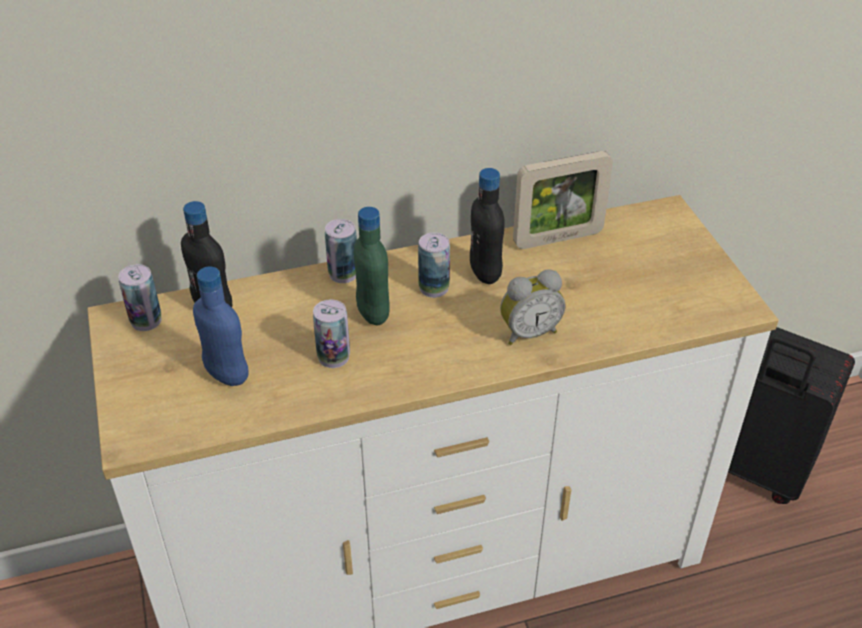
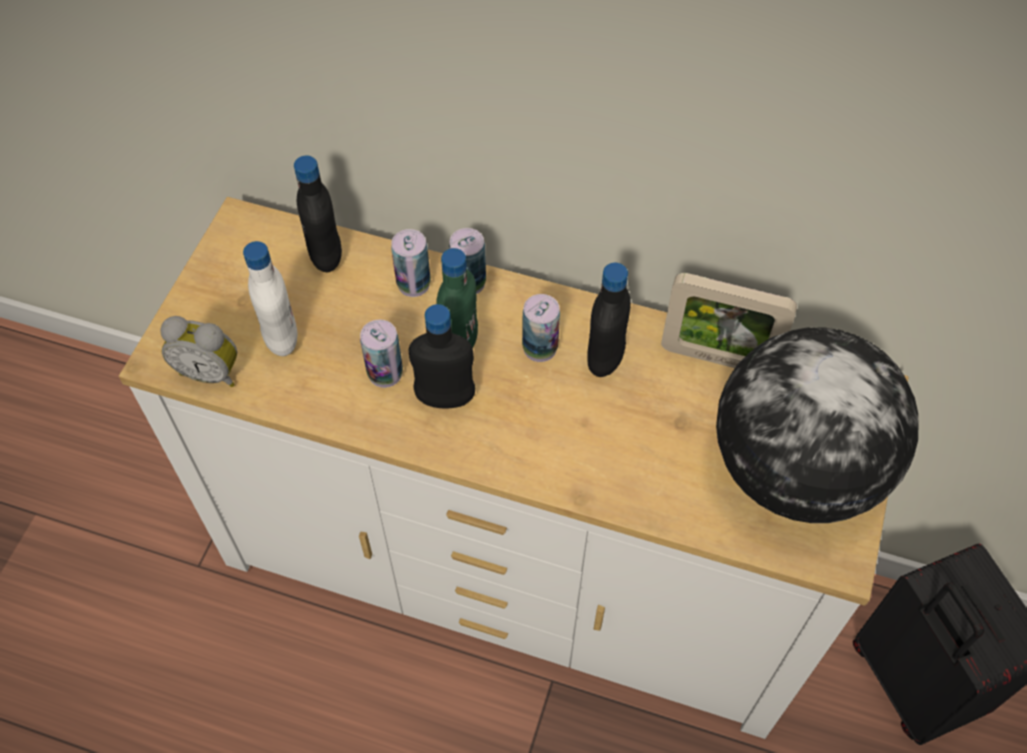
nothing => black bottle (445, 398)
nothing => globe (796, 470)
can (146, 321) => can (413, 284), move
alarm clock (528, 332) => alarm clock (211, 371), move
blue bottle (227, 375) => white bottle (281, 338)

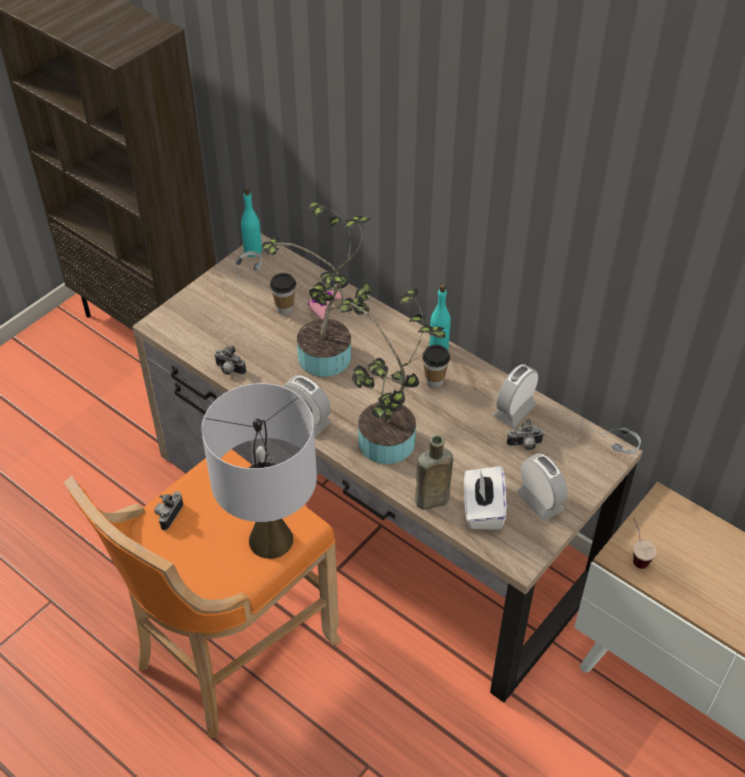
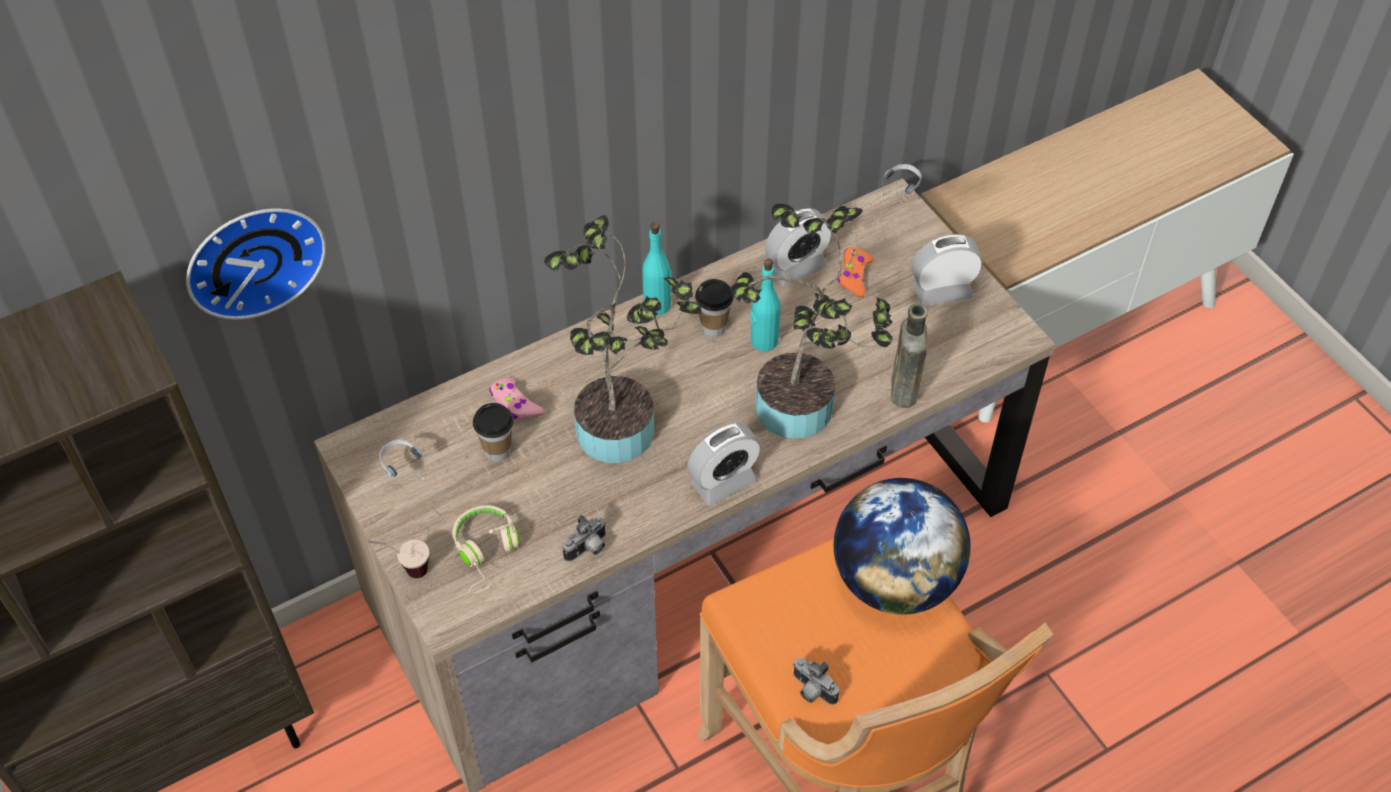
white tissue box (482, 510) => nothing
nothing => wall clock (252, 256)
nothing => beige headphones (486, 552)
turquoise bottle (252, 251) => turquoise bottle (763, 341), move
cup (636, 555) => cup (404, 569), move
grey table lamp (271, 540) => globe (895, 580)
photo camera (524, 445) => orange game controller (854, 276)
alarm clock (514, 410) => alarm clock (796, 267), 90 degrees counterclockwise

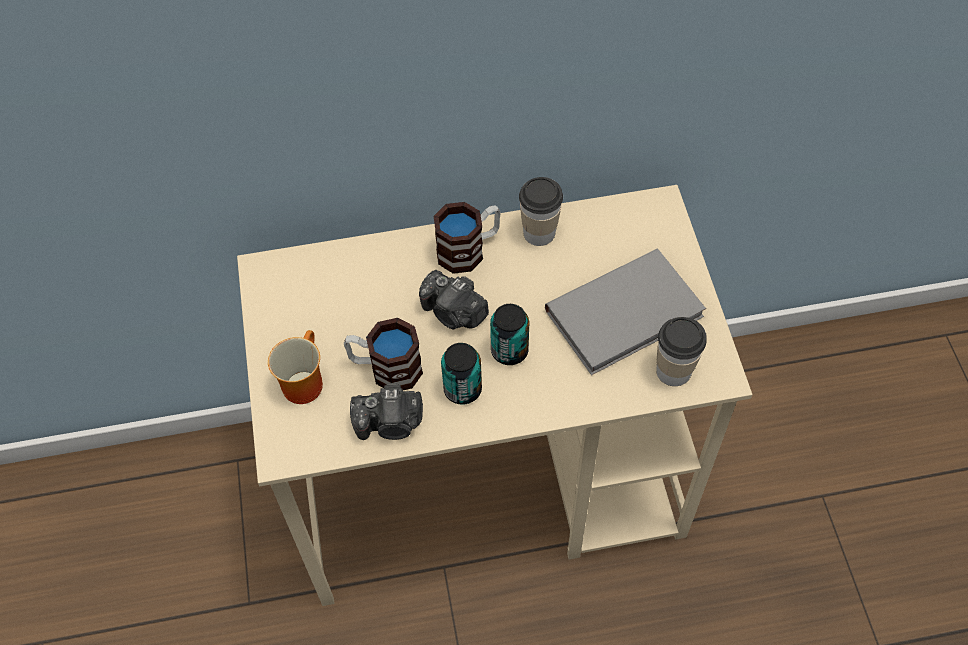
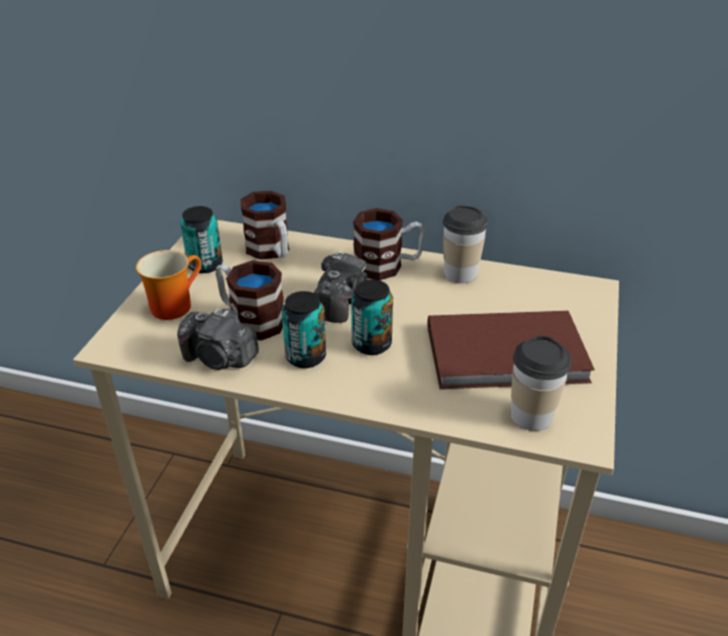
nothing => can (205, 265)
nothing => mug (271, 252)
grey book (627, 315) => brown book (508, 356)
photo camera (454, 313) => photo camera (341, 302), 135 degrees counterclockwise

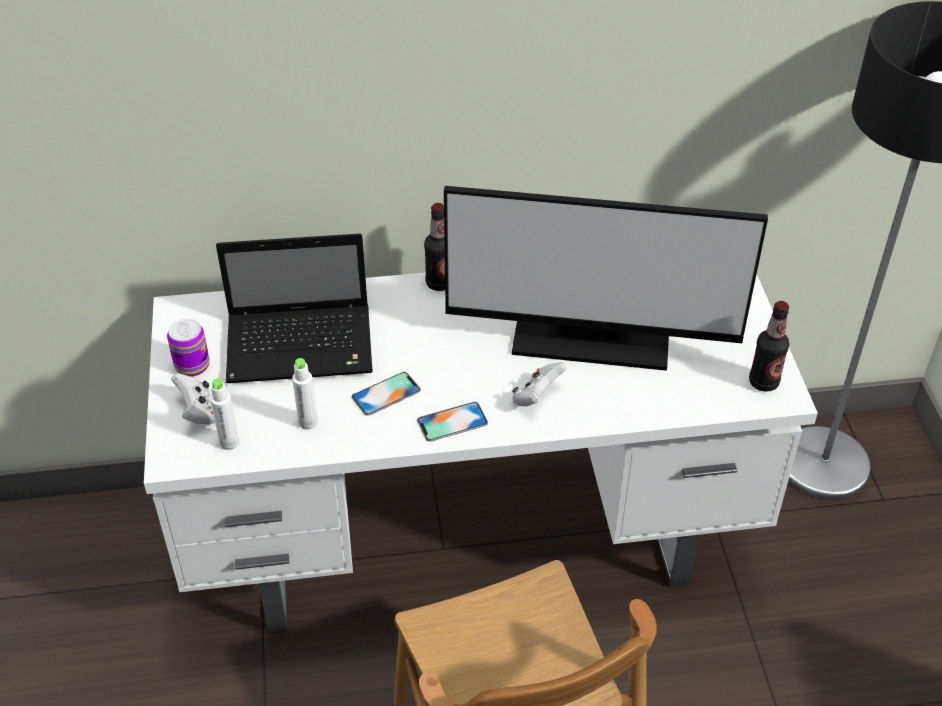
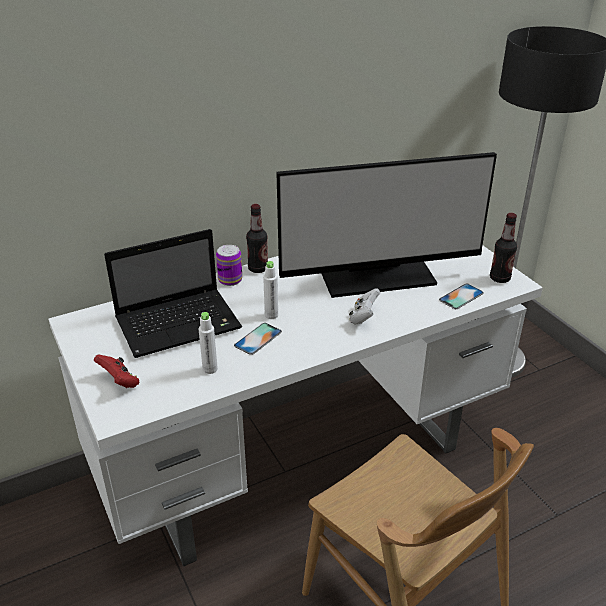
can (192, 365) => can (230, 280), move
white bottle (229, 442) => white bottle (271, 315), move
phone (452, 422) => phone (461, 296), move
white game controller (198, 412) => red game controller (120, 382)

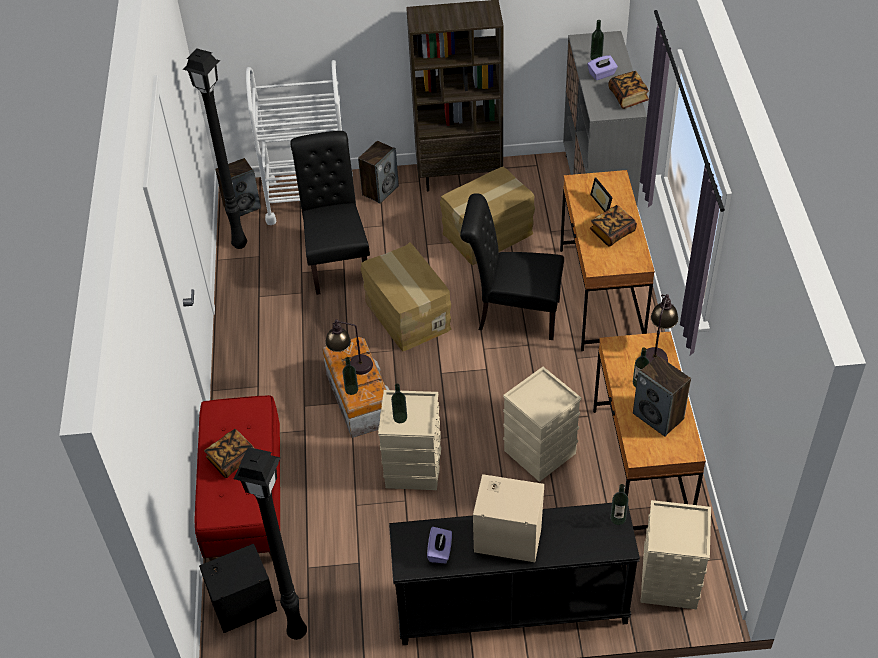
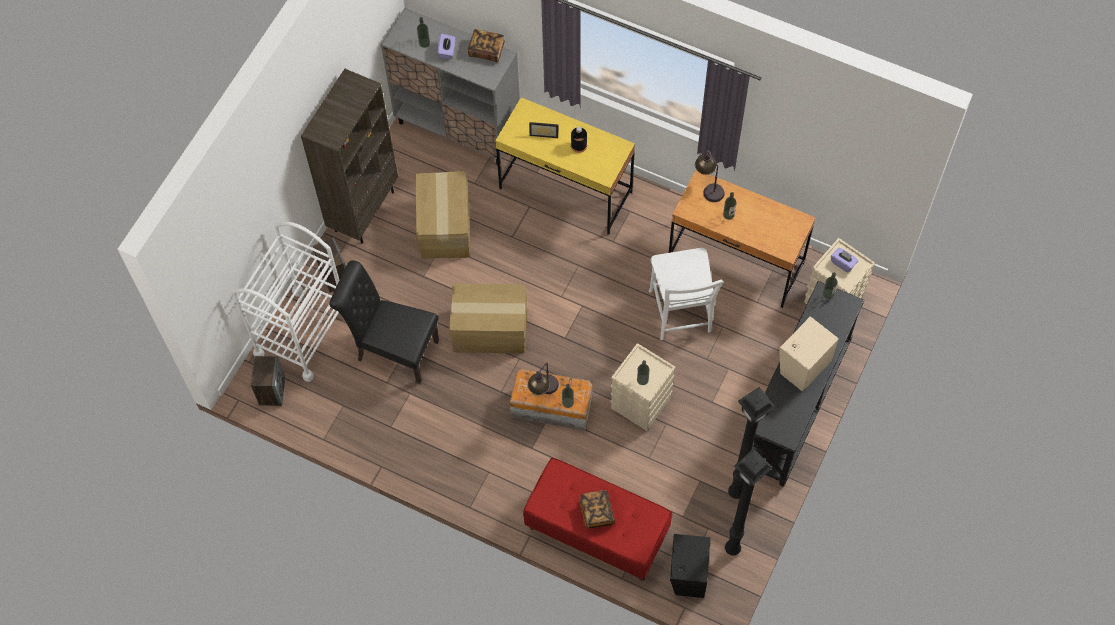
black chair (513, 314) => nothing
speaker (658, 416) => nothing
black floor lamp (239, 243) => black floor lamp (734, 492), move
purple tissue box (440, 551) => purple tissue box (843, 263), move
beige storage box (539, 452) => white chair (680, 315)
book (612, 232) => black bottle (579, 145)
brown desk (600, 296) => yellow desk (566, 190)

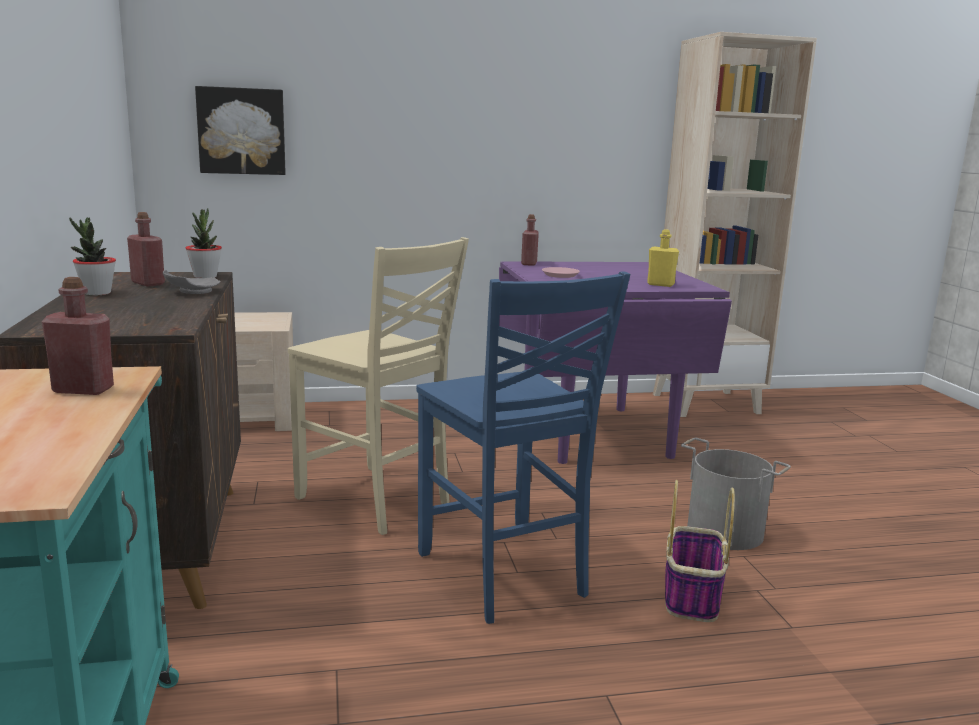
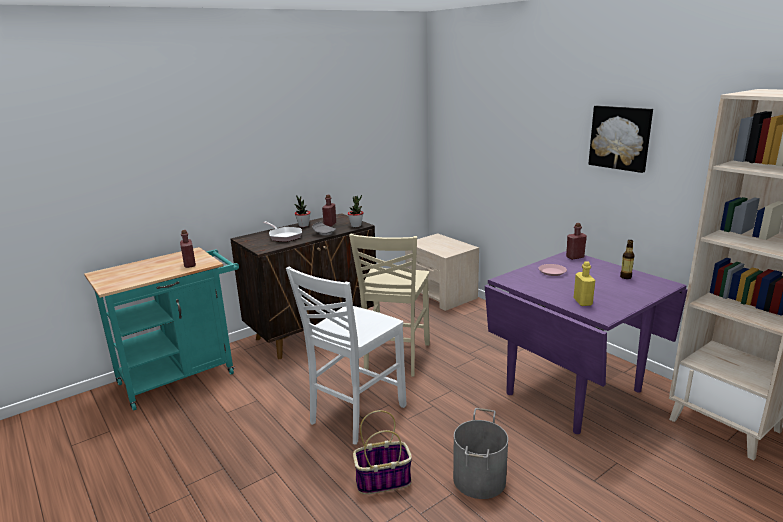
nothing => frying pan (284, 236)
nothing => bottle (625, 277)
picture (242, 131) => picture (620, 137), move
blue chair (504, 575) => white chair (355, 414)

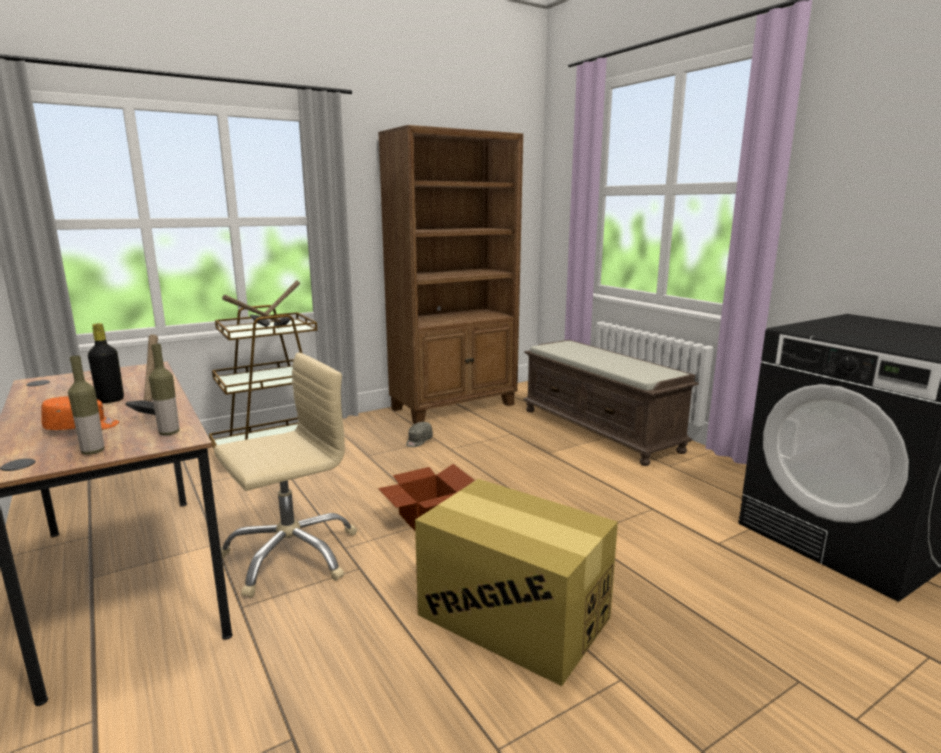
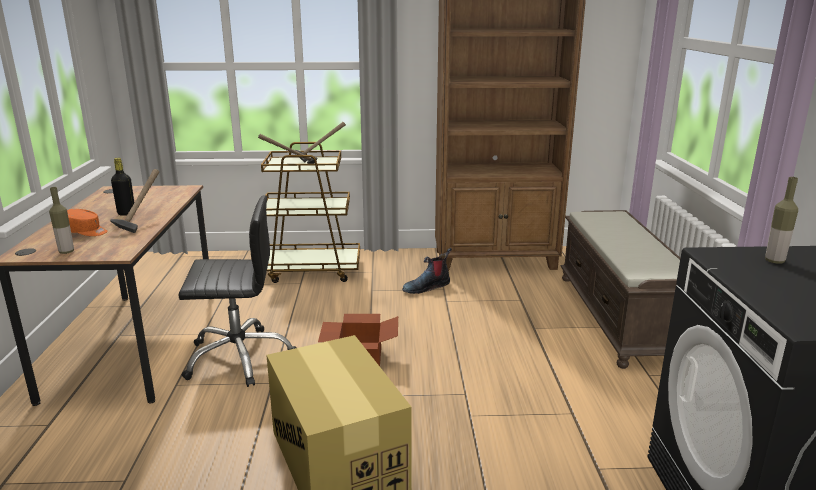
bottle (169, 433) => bottle (774, 261), move
grey cap (418, 441) => boot (426, 287)
beige office chair (291, 554) => black office chair (239, 357)

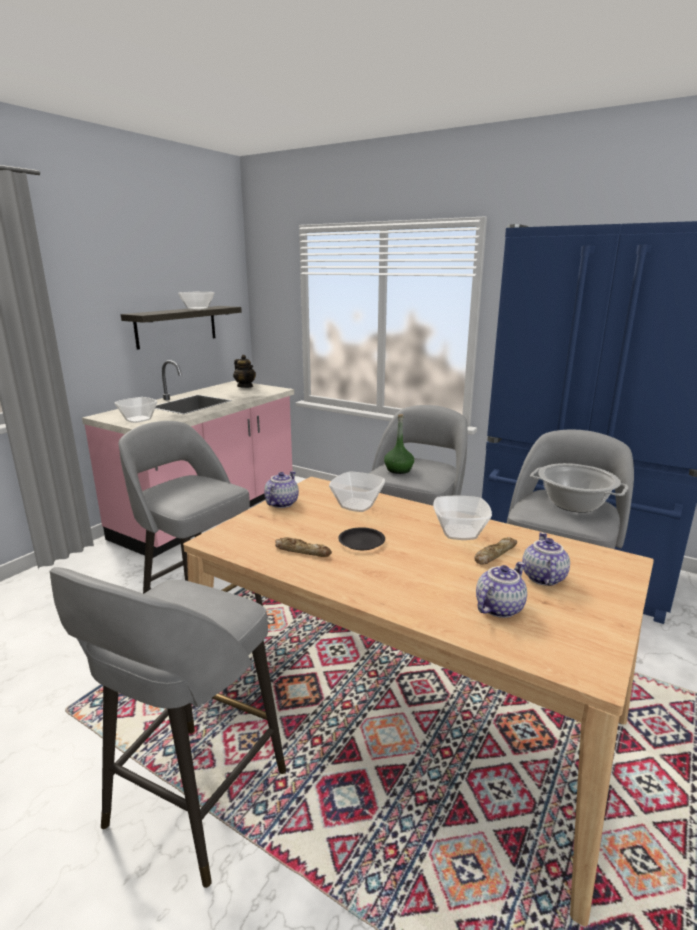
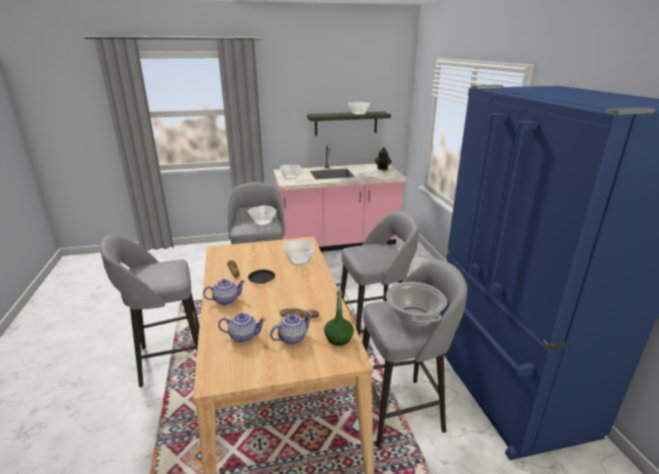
teapot (281, 503) => teapot (226, 300), move
green bottle (398, 470) => green bottle (338, 338), move
bowl (459, 532) => bowl (263, 222), move

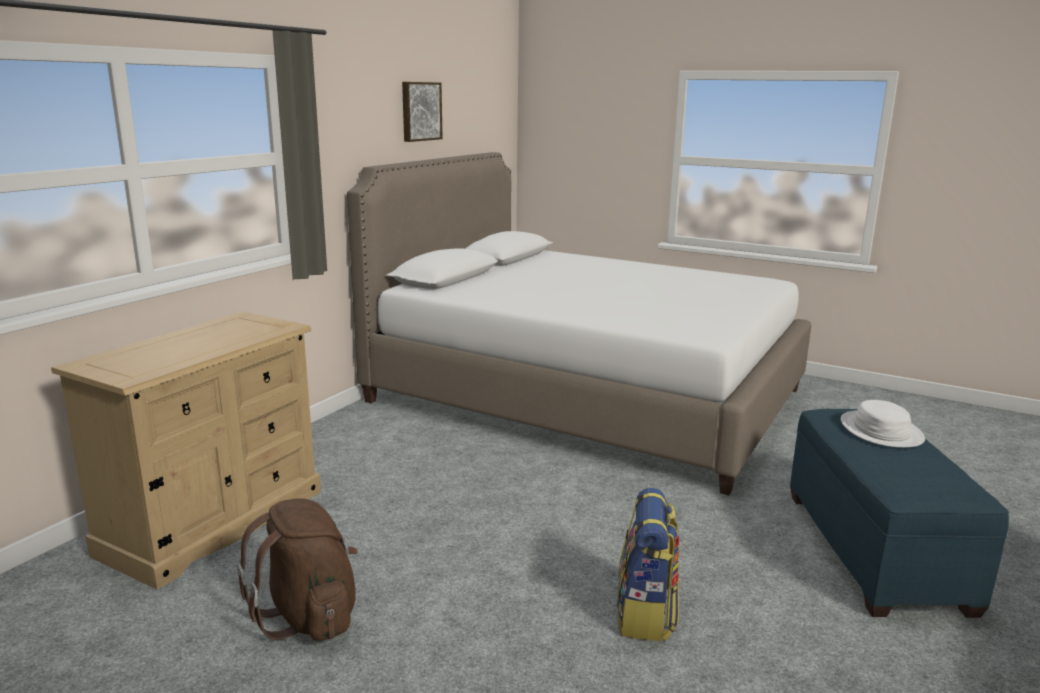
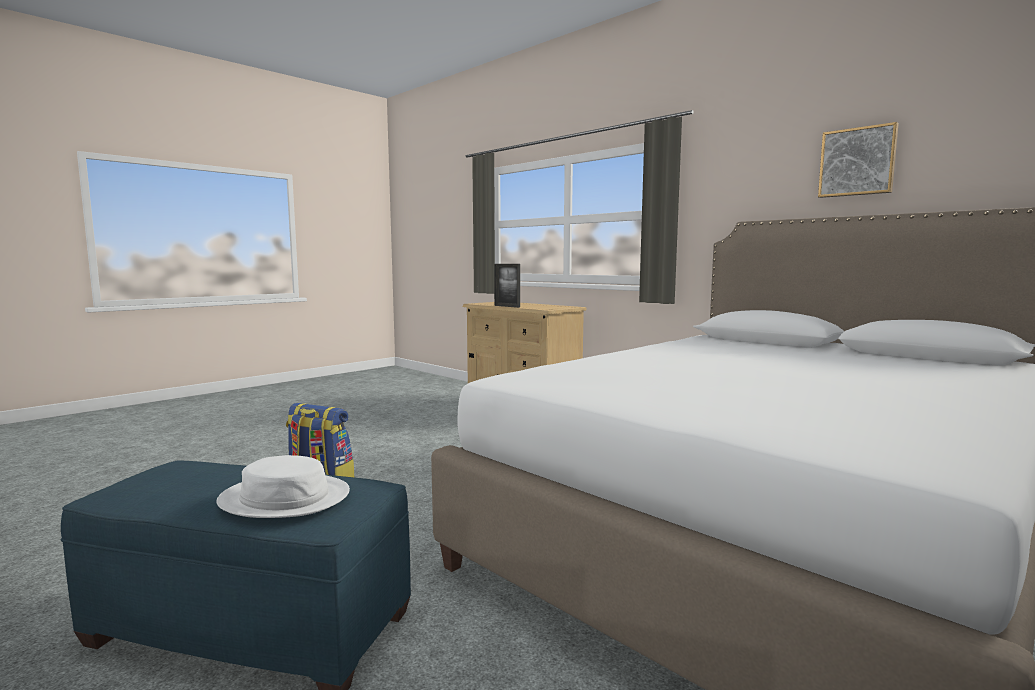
brown backpack (309, 616) => nothing
nothing => picture frame (507, 306)

